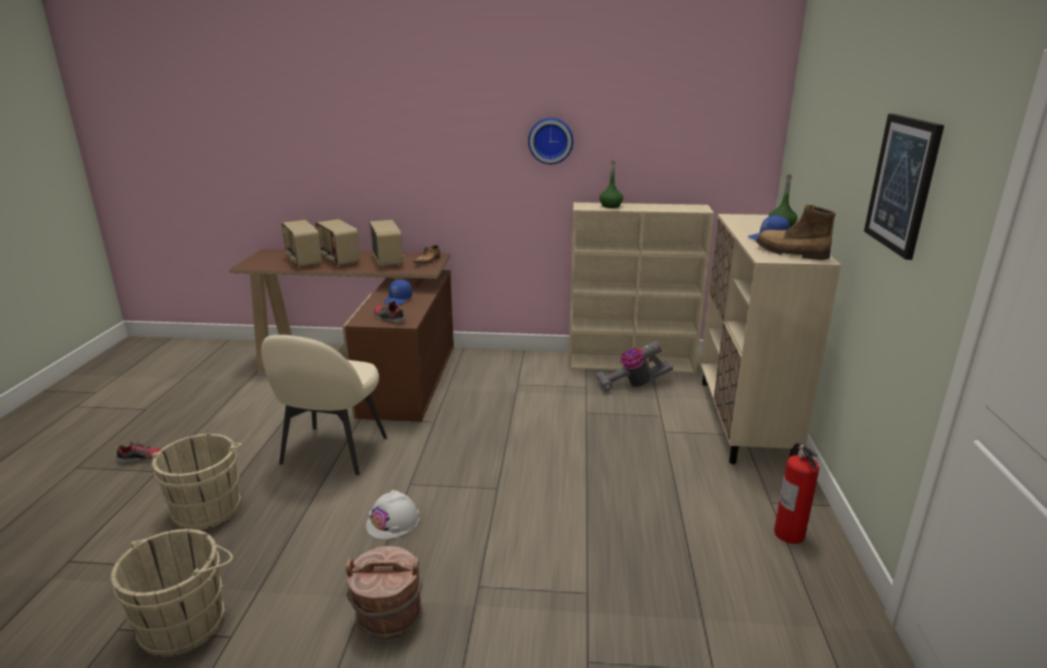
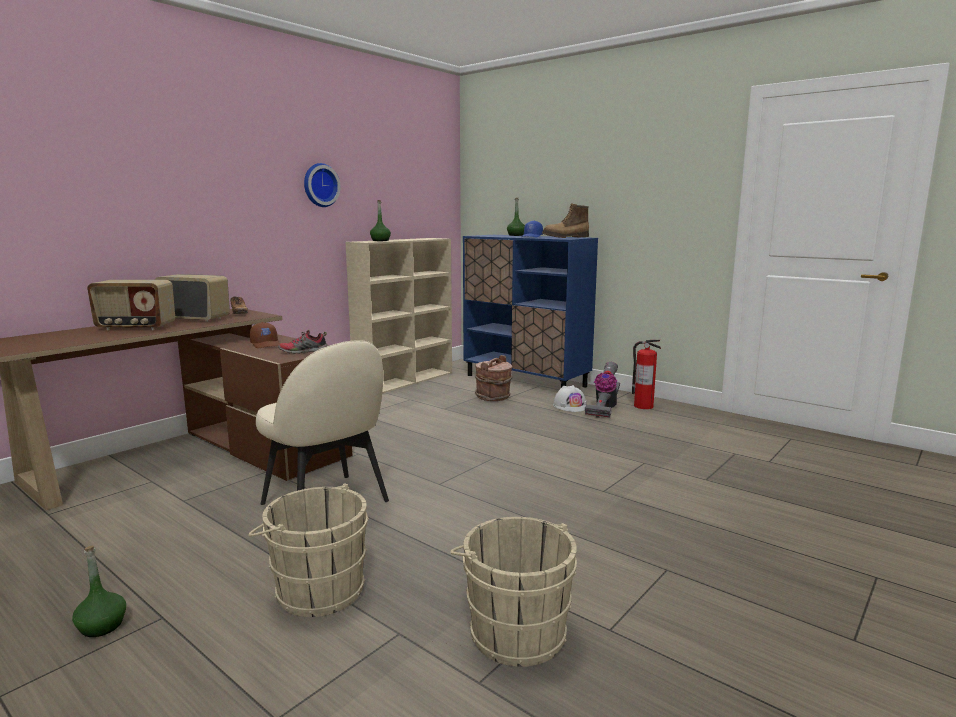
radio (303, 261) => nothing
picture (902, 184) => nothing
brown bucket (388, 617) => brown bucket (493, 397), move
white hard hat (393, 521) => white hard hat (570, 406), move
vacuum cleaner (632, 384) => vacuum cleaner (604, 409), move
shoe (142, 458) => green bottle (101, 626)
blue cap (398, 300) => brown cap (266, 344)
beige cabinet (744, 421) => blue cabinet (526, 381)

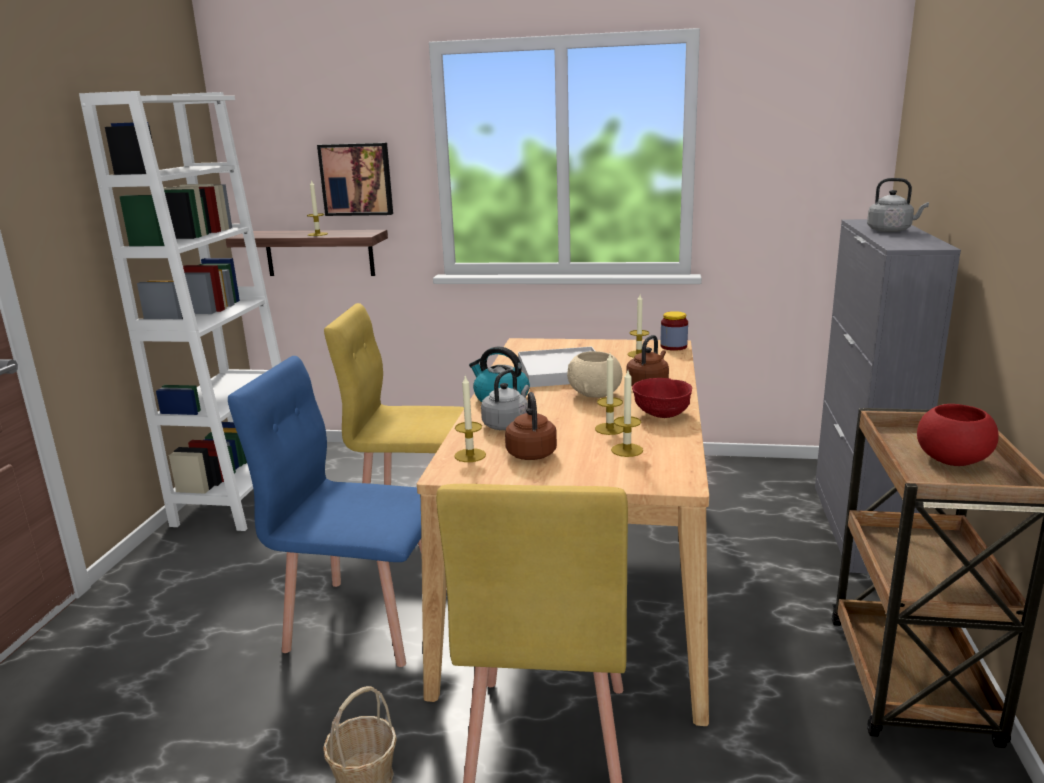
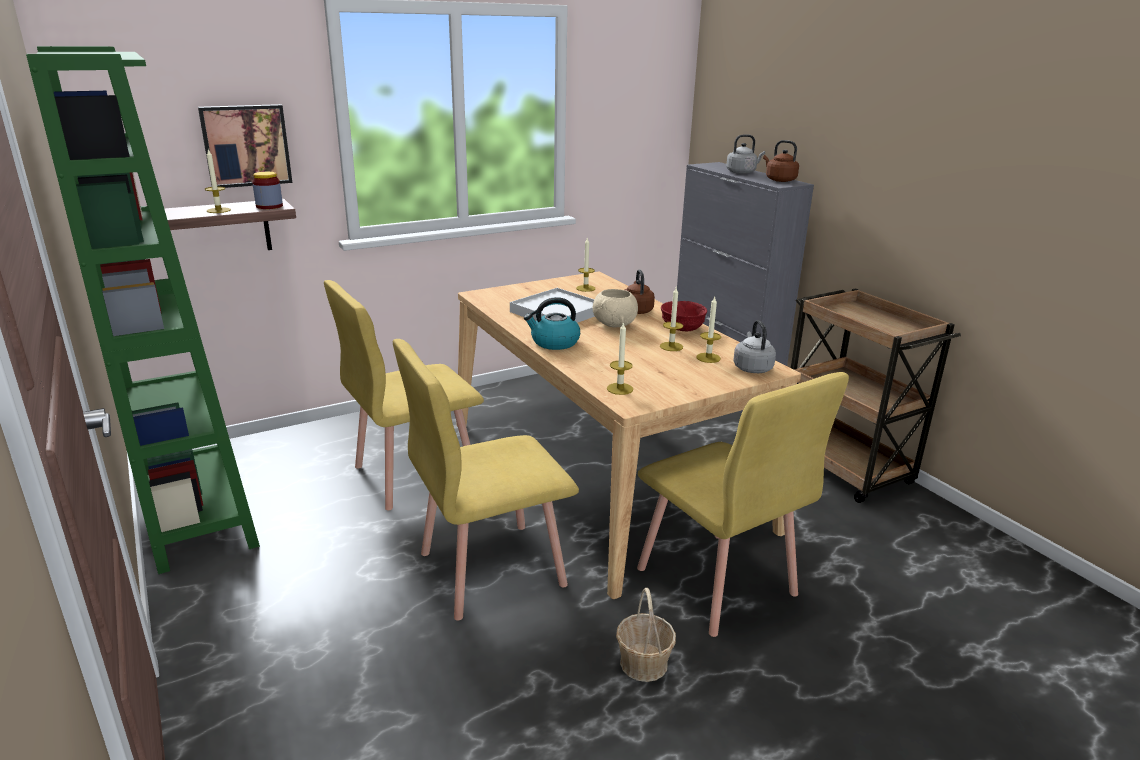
red bowl (952, 460) => nothing
grey kettle (507, 424) => grey kettle (752, 368), move
brown kettle (531, 453) => brown kettle (779, 180), move
jar (673, 346) => jar (269, 206), move
white bookcase (241, 496) => green bookcase (200, 518)
blue chair (365, 620) => yellow chair (490, 568)

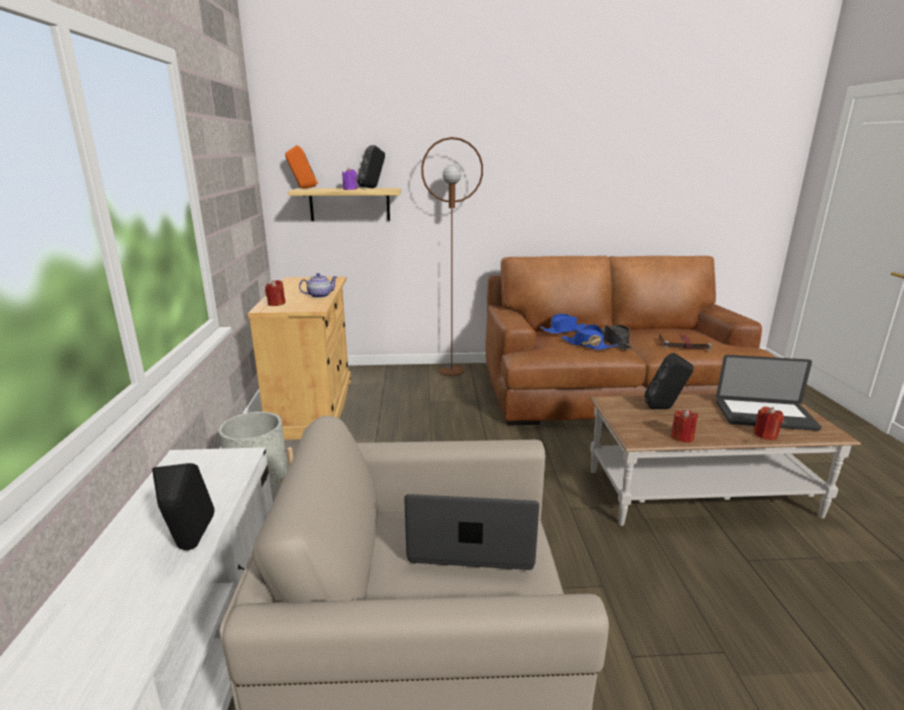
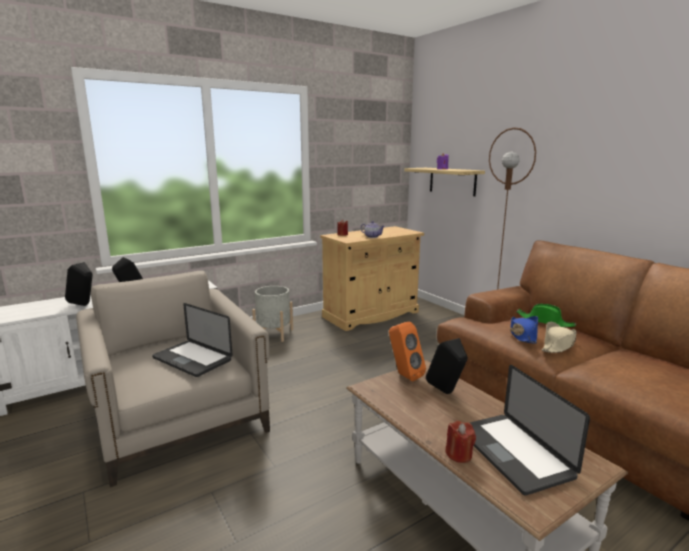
brown book (683, 343) => nothing
red candle (682, 437) => nothing
orange speaker (303, 188) => orange speaker (404, 375), move
black speaker (373, 188) => black speaker (84, 305), move
blue hat (563, 330) => green hat (545, 321)
black hat (615, 342) => beige hat (558, 345)
laptop (472, 543) => laptop (192, 359), 150 degrees clockwise

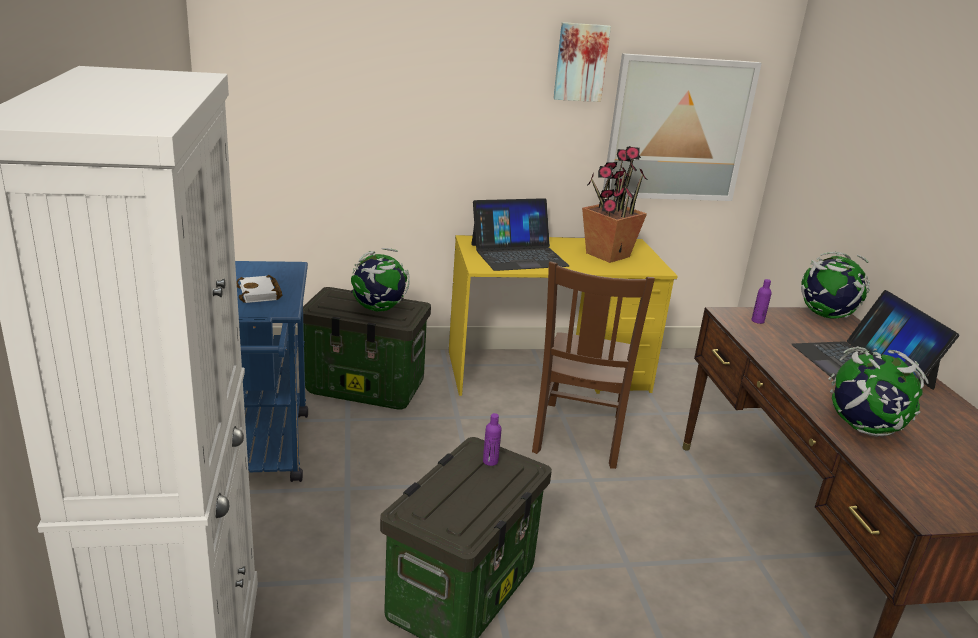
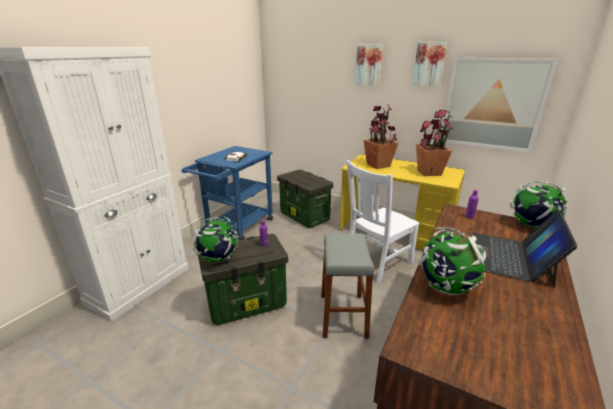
nothing => grey stool (343, 315)
nothing => picture (369, 65)
globe (378, 309) => globe (218, 259), move
laptop (518, 255) => potted plant (378, 165)
brown chair (578, 436) => white chair (377, 263)

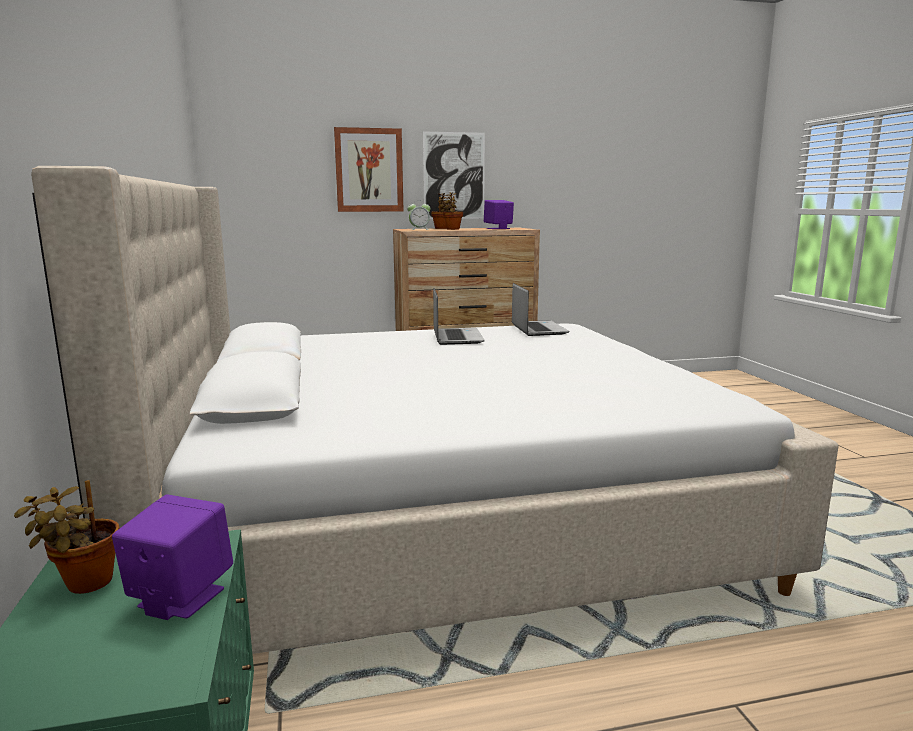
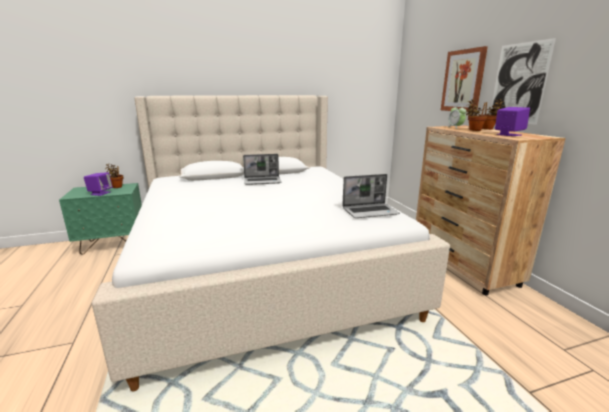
laptop (456, 337) => laptop (263, 181), move

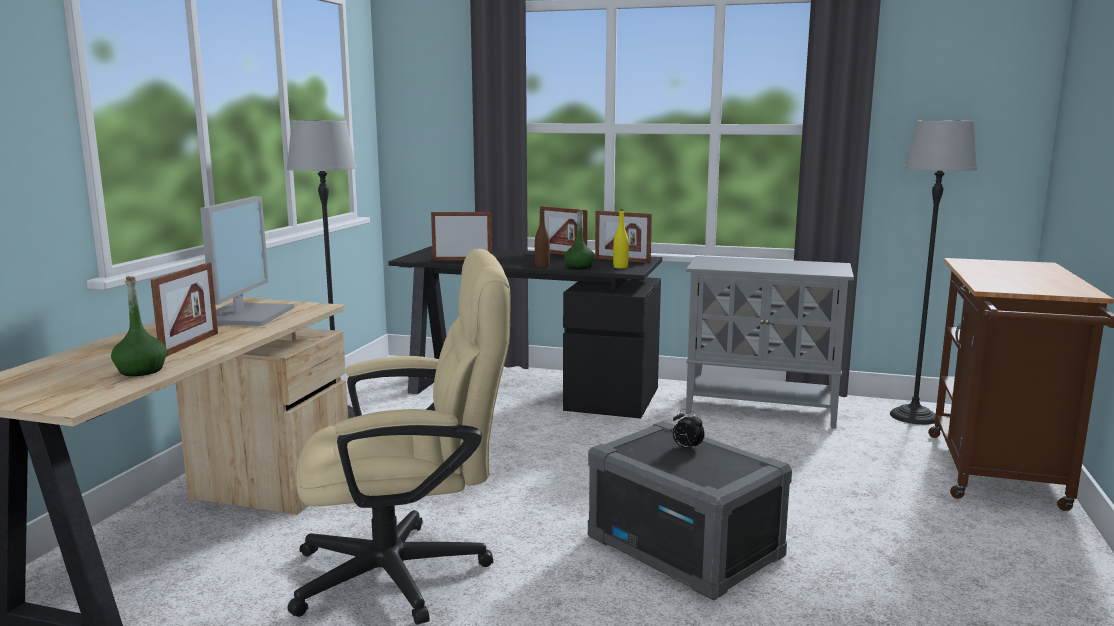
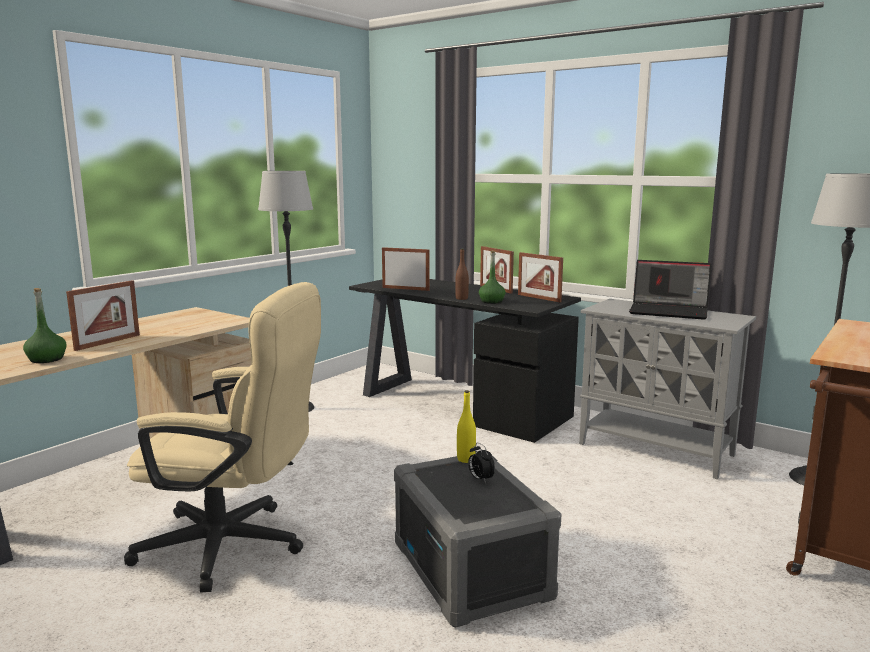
monitor (245, 315) => nothing
nothing => laptop (669, 311)
yellow bottle (620, 267) => yellow bottle (466, 459), move

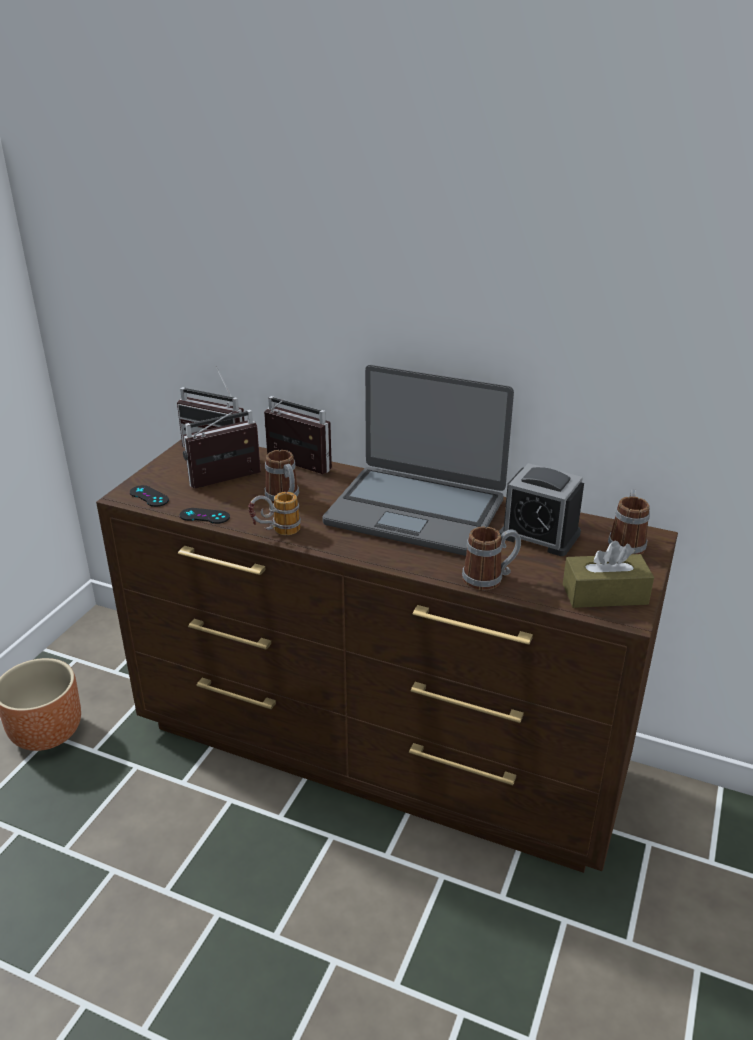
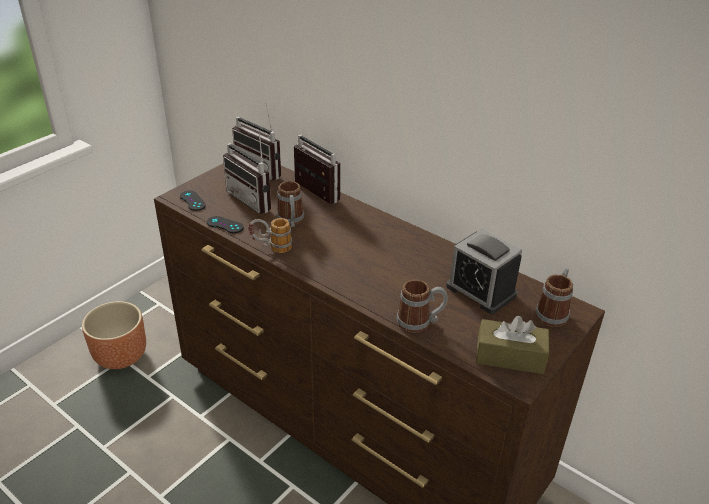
laptop (416, 511) => nothing
radio (227, 483) => radio (255, 199), 120 degrees counterclockwise

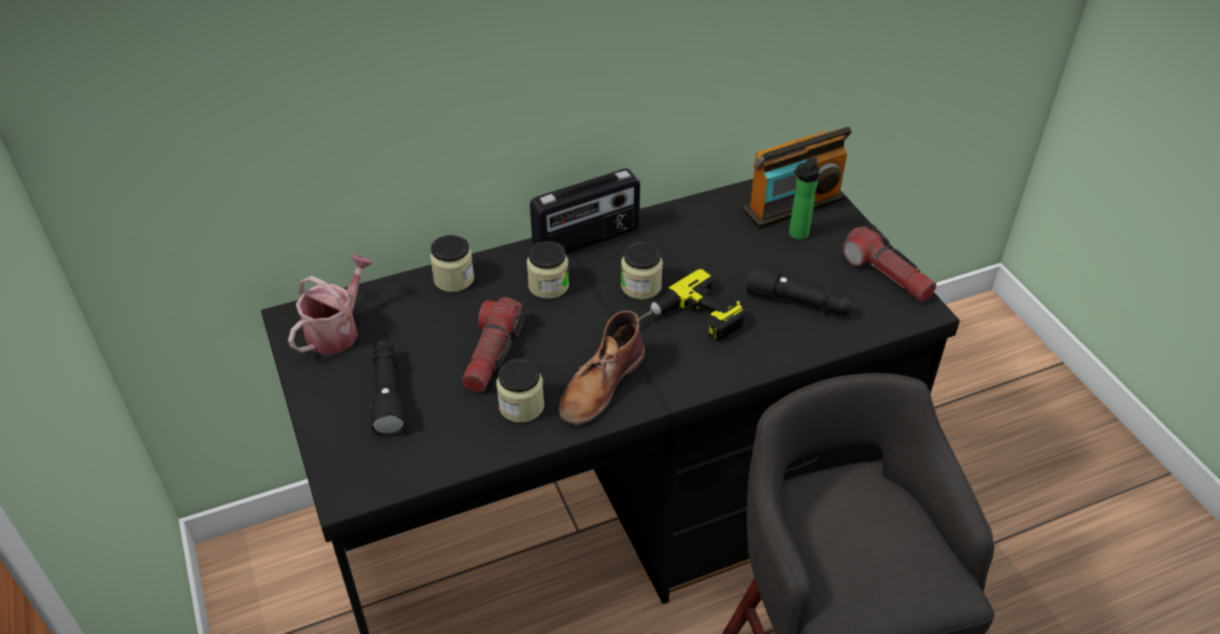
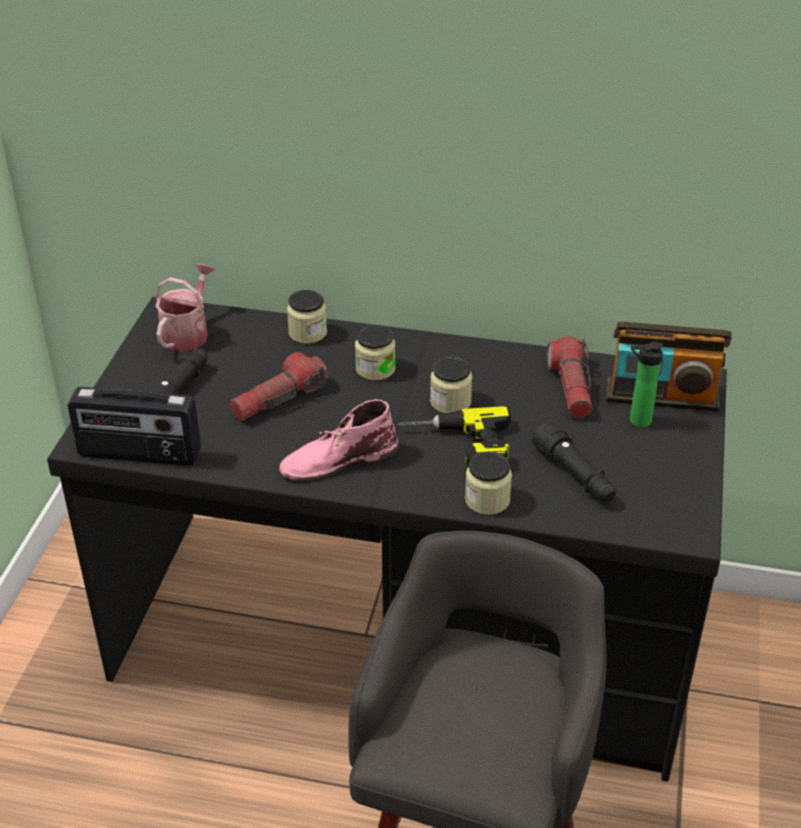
jar (521, 406) => jar (487, 500), move
radio (587, 240) => radio (139, 454), move
flashlight (887, 275) => flashlight (571, 387), move
brown boot (601, 385) => pink boot (338, 459)
watering can (337, 330) => watering can (188, 333), 45 degrees counterclockwise

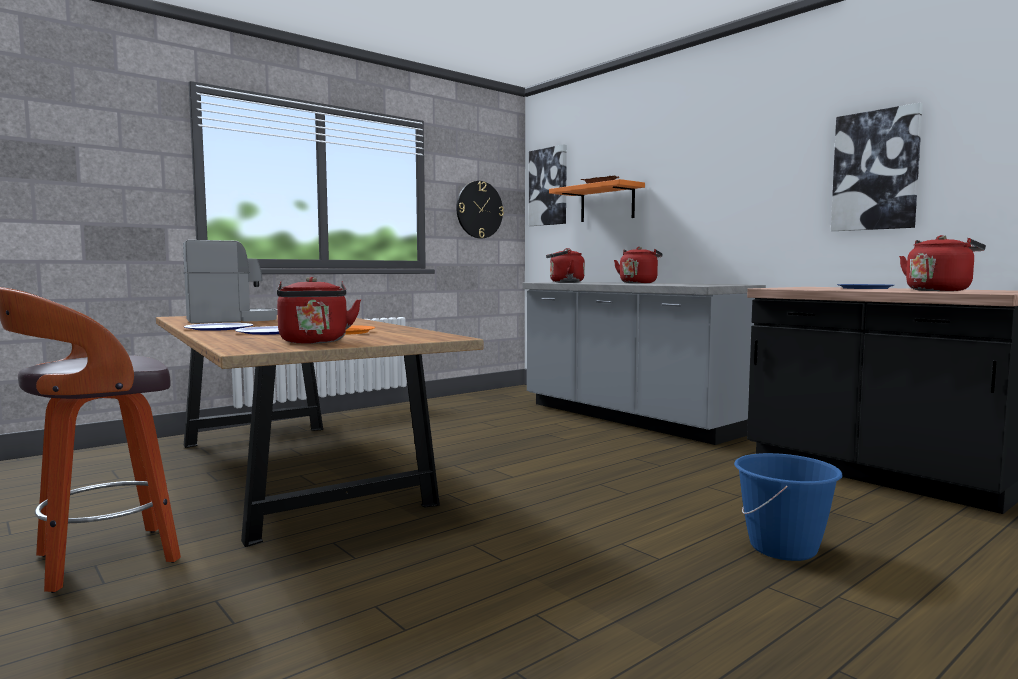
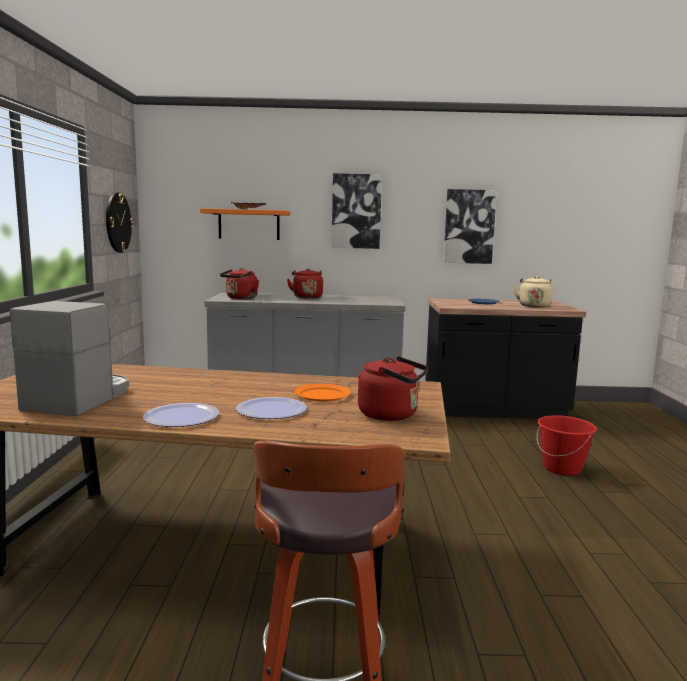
picture (548, 187) => picture (356, 211), move
blue bucket (783, 548) => red bucket (562, 468)
red kettle (939, 290) => beige kettle (533, 306)

